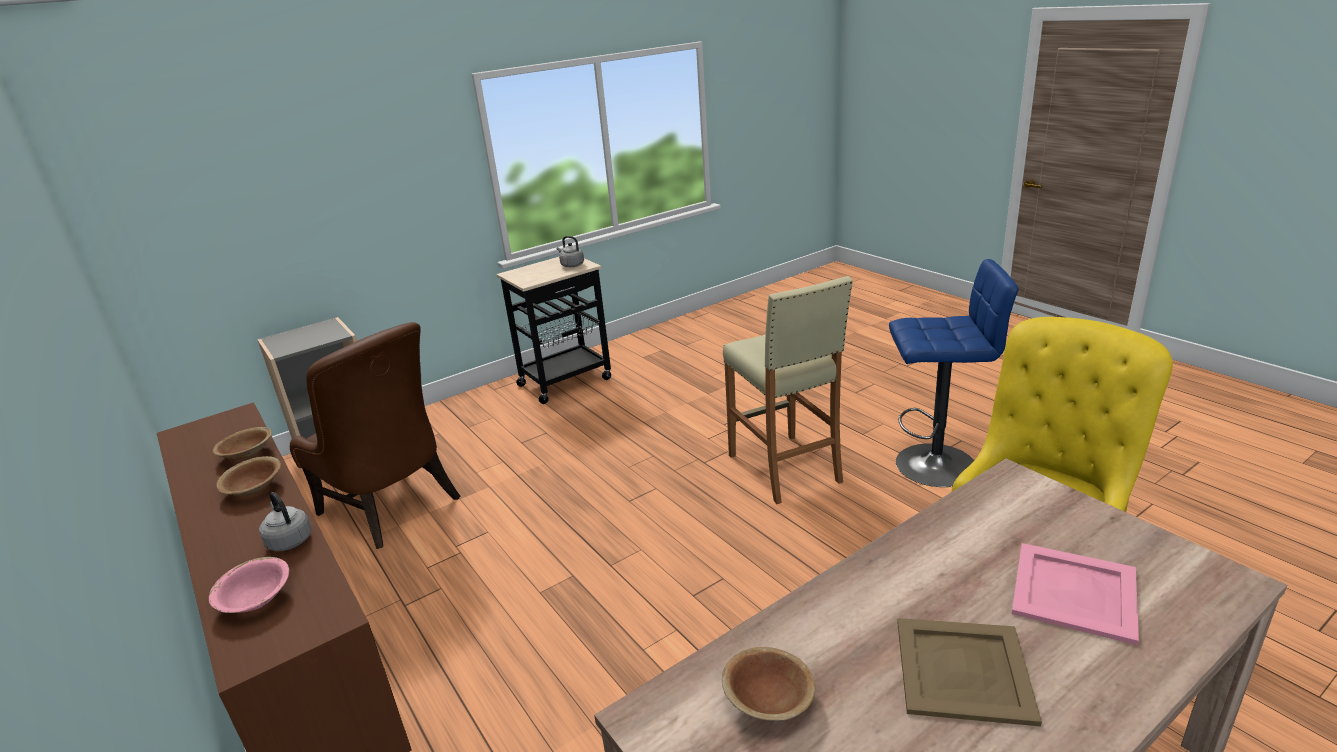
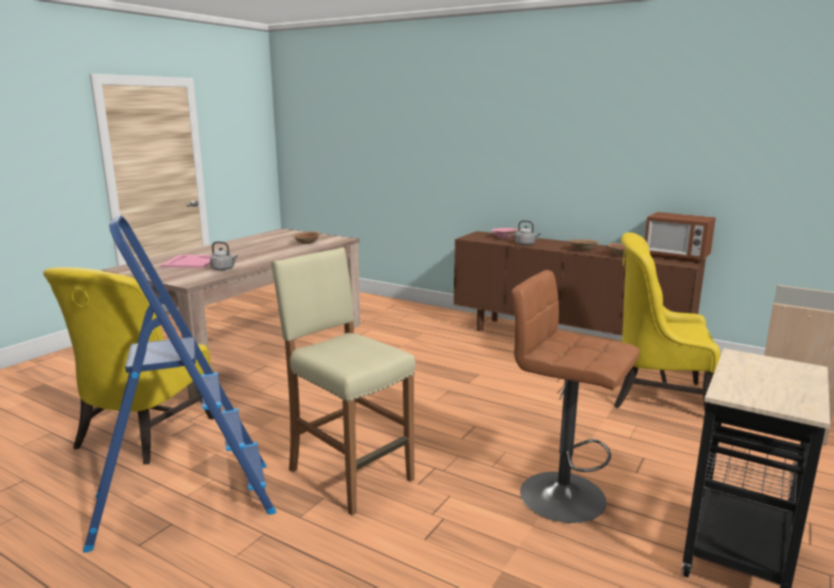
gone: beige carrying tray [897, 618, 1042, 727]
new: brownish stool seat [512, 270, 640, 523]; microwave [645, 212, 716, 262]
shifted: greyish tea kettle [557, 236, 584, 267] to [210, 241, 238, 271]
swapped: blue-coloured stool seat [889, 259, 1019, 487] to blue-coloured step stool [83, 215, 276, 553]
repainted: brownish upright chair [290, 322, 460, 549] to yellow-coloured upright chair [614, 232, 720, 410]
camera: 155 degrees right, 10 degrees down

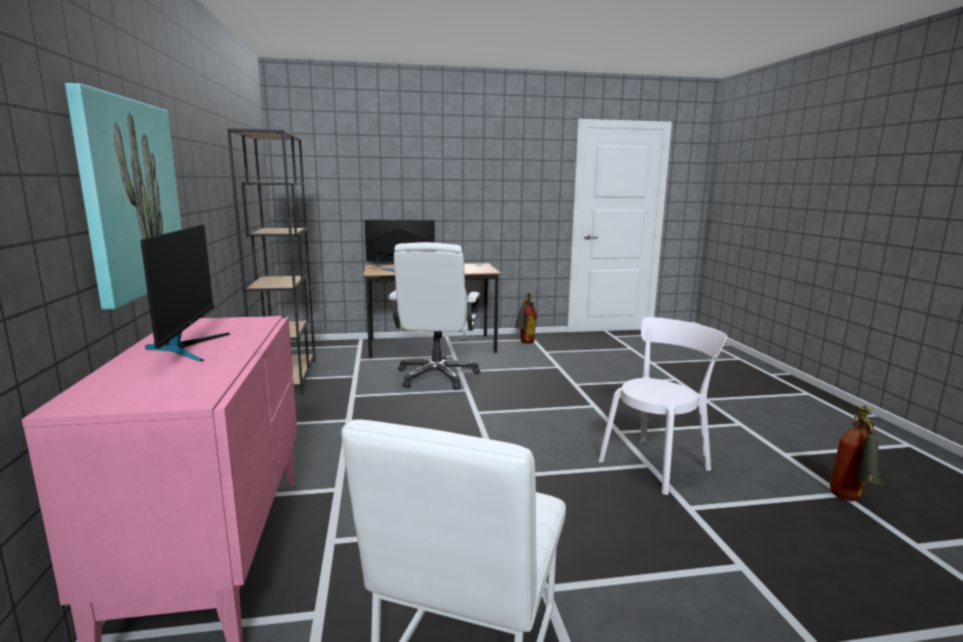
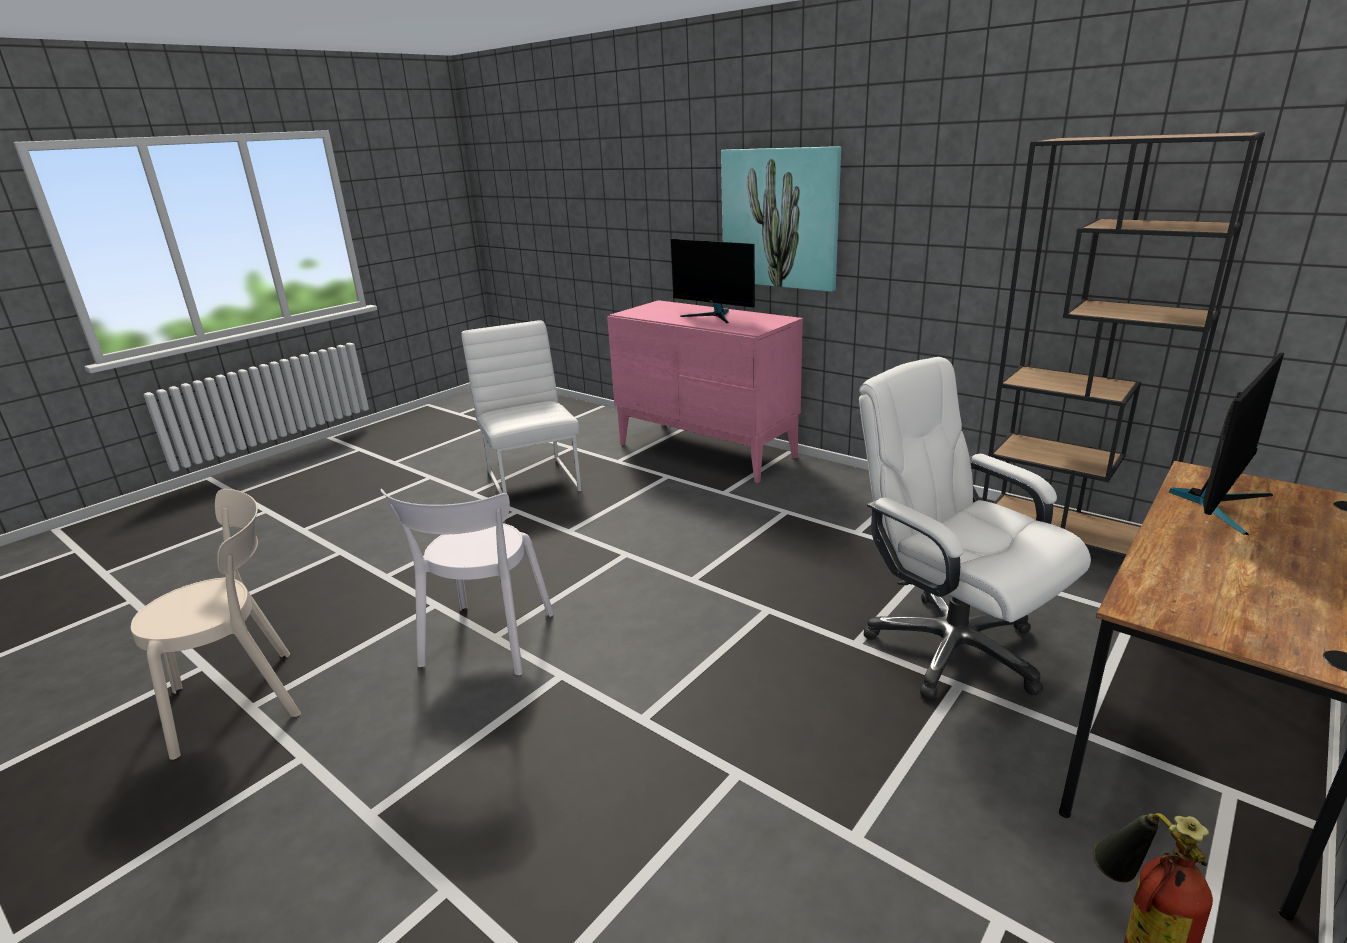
swapped: fire-fighting cylinder [830, 405, 885, 501] to beige upright chair [130, 489, 301, 760]
camera: 140 degrees right, 10 degrees up

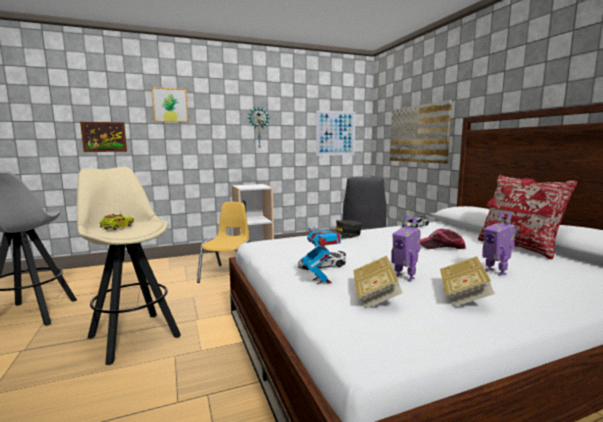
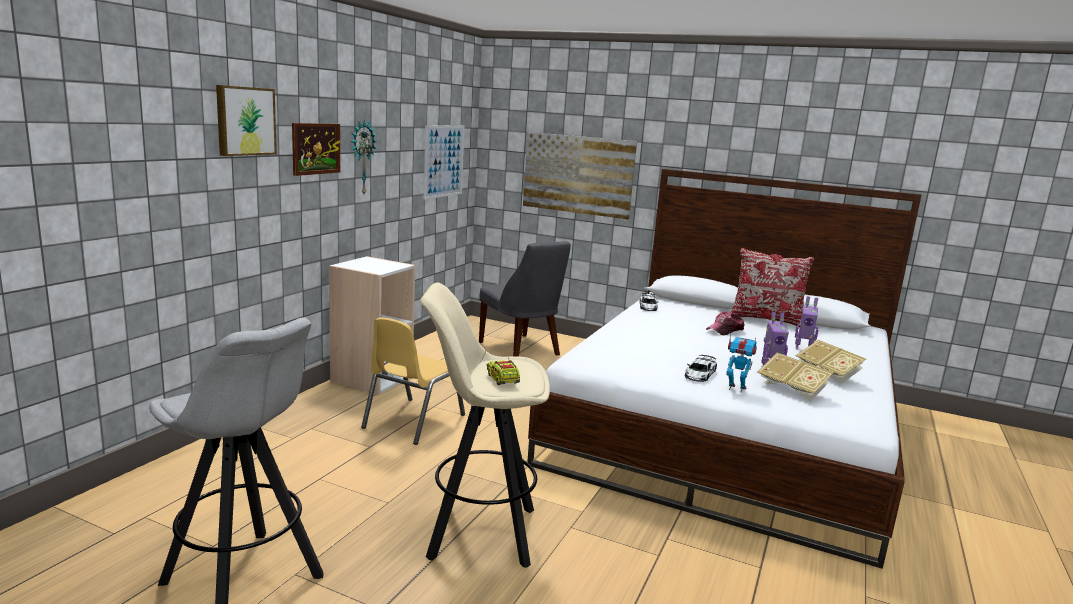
gone: greyish cap [336, 220, 362, 239]
shifted: wall picture [80, 122, 127, 152] to [292, 123, 340, 176]
rotated: yellow-coloured upright chair [197, 202, 251, 283] = [361, 317, 465, 445] 120 degrees counterclockwise
camera: 45 degrees left, 5 degrees up

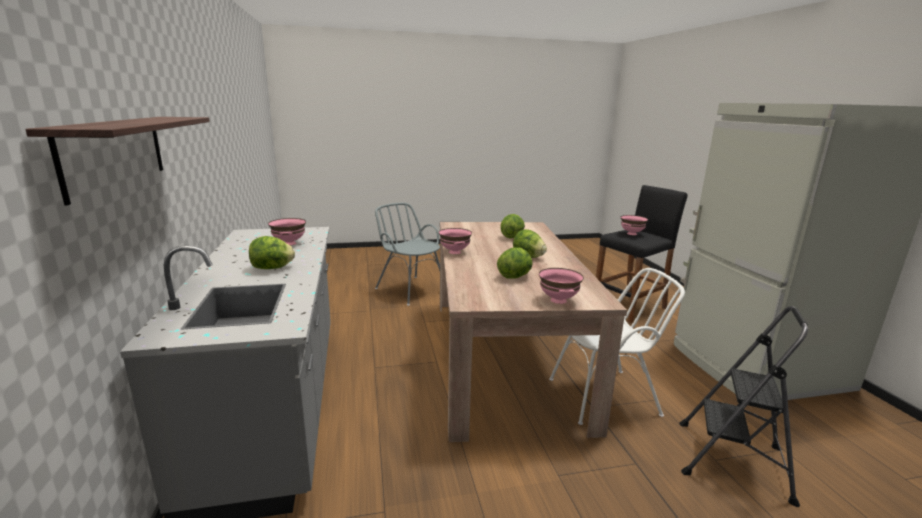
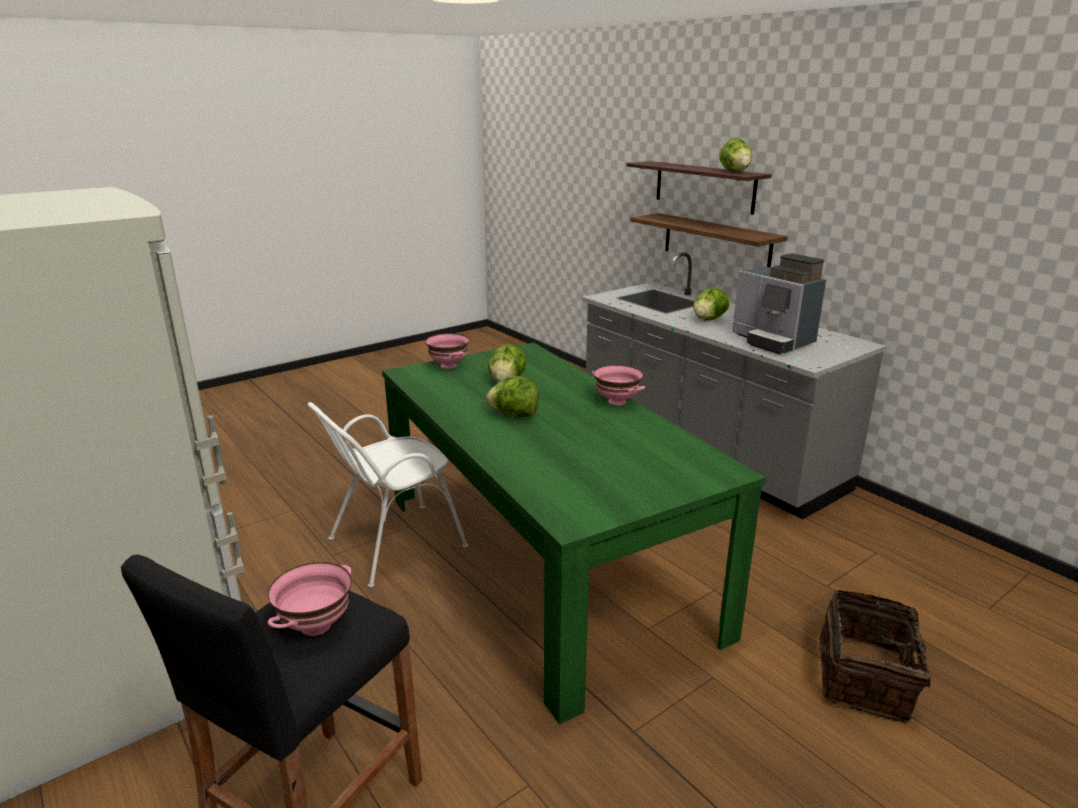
gone: black-coloured step stool [679, 306, 808, 507]
new: wall shelf [630, 213, 788, 267]
shifted: lettuce head [501, 214, 525, 238] to [719, 138, 752, 173]
swapped: pink-coloured bowl [268, 218, 306, 245] to coffee maker [732, 253, 826, 354]; greyish upright chair [375, 203, 440, 306] to household basket [819, 589, 942, 723]
repainted: beige dinner table [440, 222, 627, 442] to green-coloured dinner table [382, 342, 766, 724]
camera: 155 degrees right, 5 degrees up

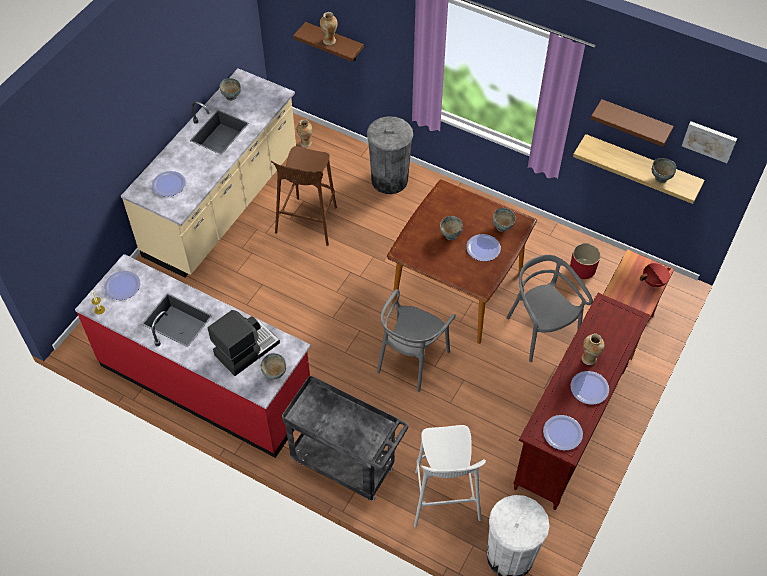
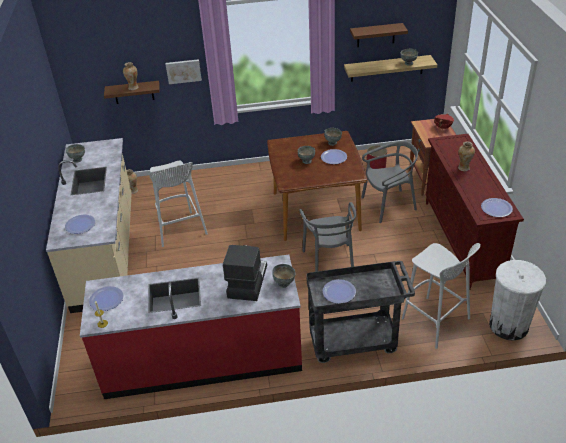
gone: greyish rubbish bin [367, 116, 413, 194]
shifted: dinner plate [571, 371, 609, 405] to [323, 279, 356, 303]; wall picture [682, 121, 737, 163] to [166, 59, 202, 84]
repainted: brownish stool seat [271, 146, 337, 246] to white-coloured stool seat [149, 161, 208, 247]
rotated: greyish upright chair [507, 255, 593, 362] = [361, 141, 418, 223] 135 degrees clockwise
camera: 35 degrees left, 15 degrees down

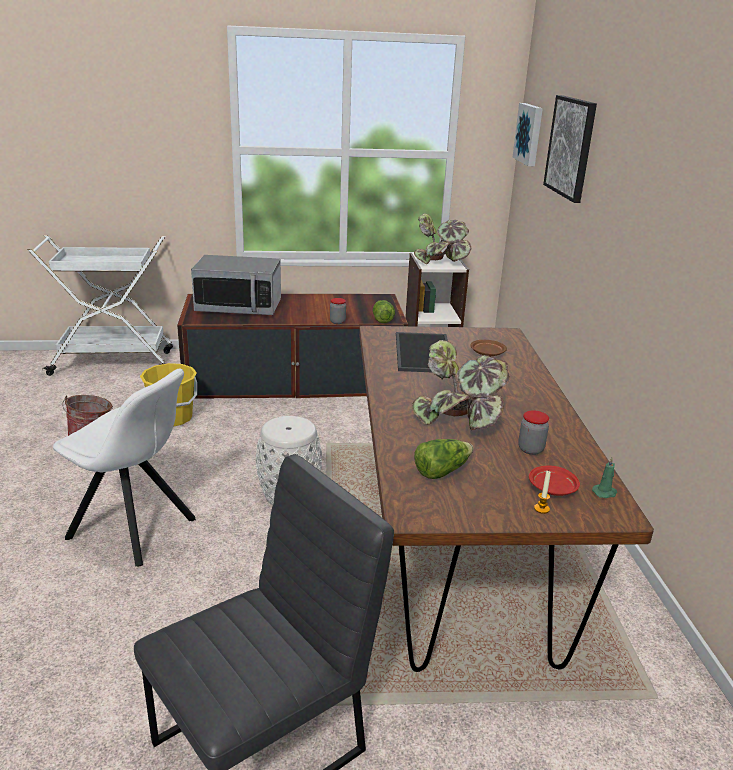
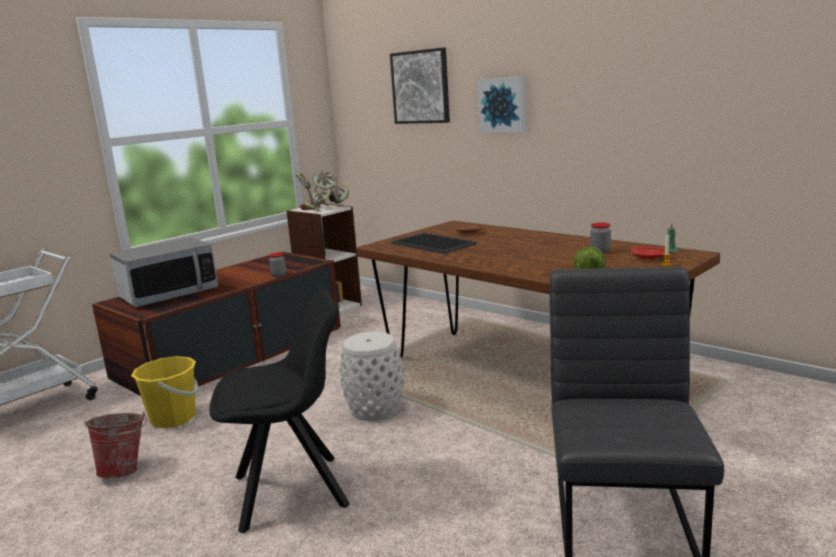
gone: lettuce head [373, 300, 395, 323]; potted plant [412, 340, 510, 430]
shifted: wall picture [512, 103, 543, 166] to [478, 76, 527, 133]
repainted: white-coloured upright chair [53, 369, 196, 566] to black-coloured upright chair [210, 289, 350, 533]
camera: 40 degrees left, 10 degrees down

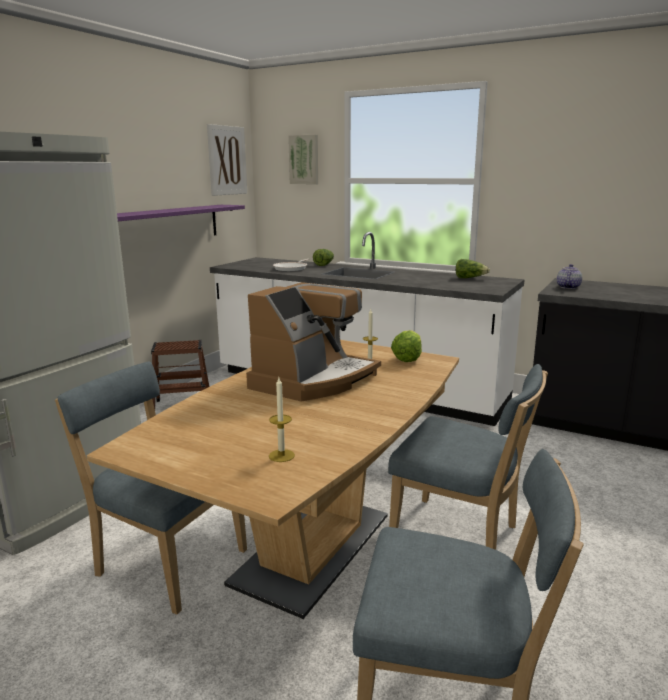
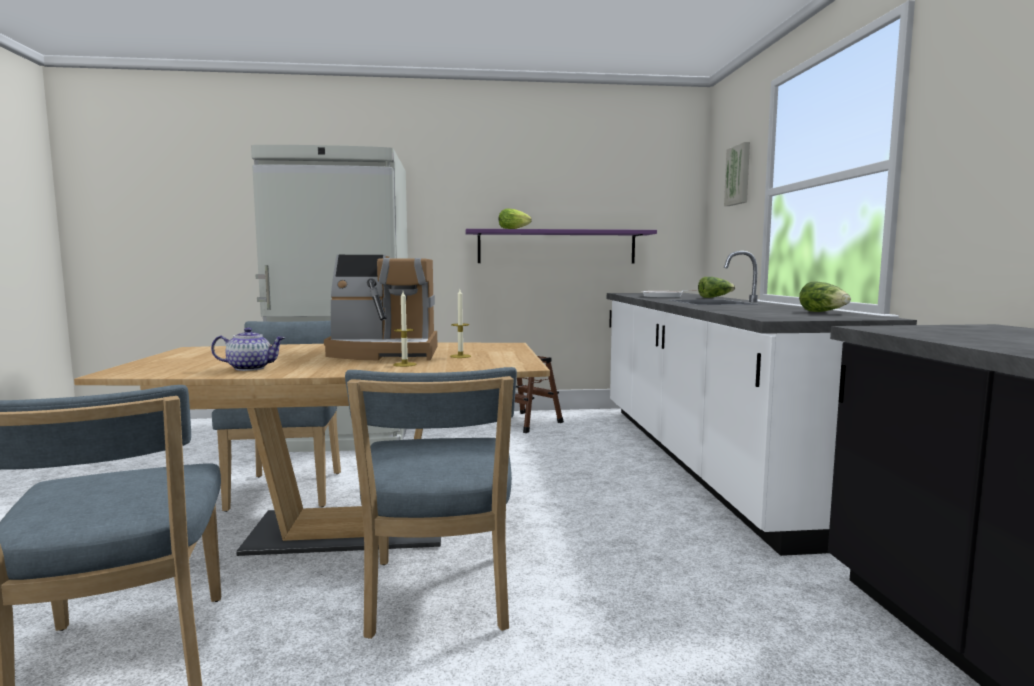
gone: wall picture [207, 124, 247, 196]
shifted: candle [269, 378, 295, 462] to [393, 292, 416, 367]; lettuce head [391, 330, 422, 362] to [499, 209, 532, 229]; pot for tea [557, 264, 582, 289] to [211, 327, 285, 371]
camera: 55 degrees right, 10 degrees down

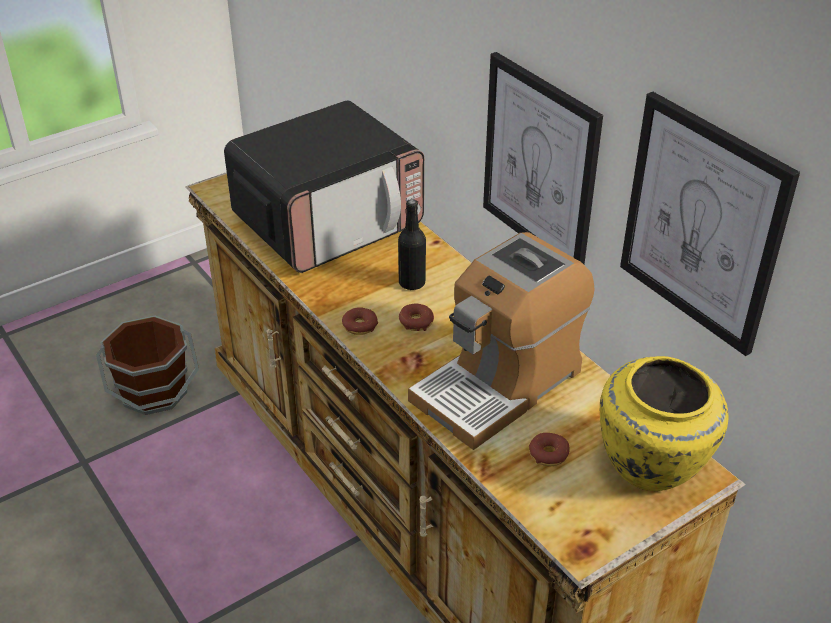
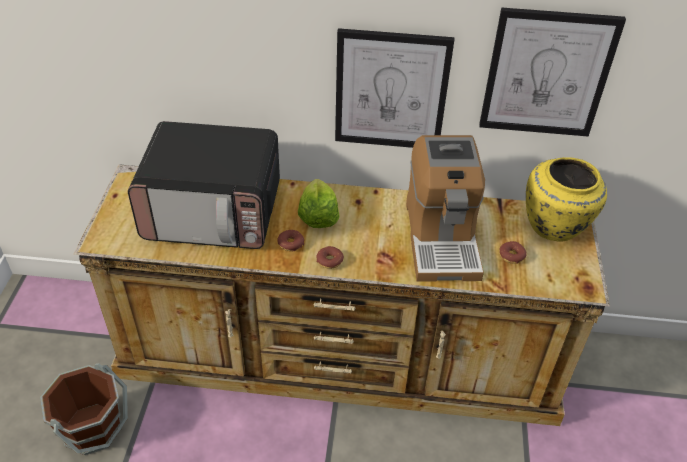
shifted: doughnut [399, 303, 434, 331] to [277, 230, 304, 251]
swapped: black-coloured bottle [398, 199, 426, 290] to lettuce head [298, 179, 339, 228]
rotated: microwave [224, 100, 424, 273] = [128, 121, 280, 249] 90 degrees clockwise
camera: 50 degrees left, 5 degrees up

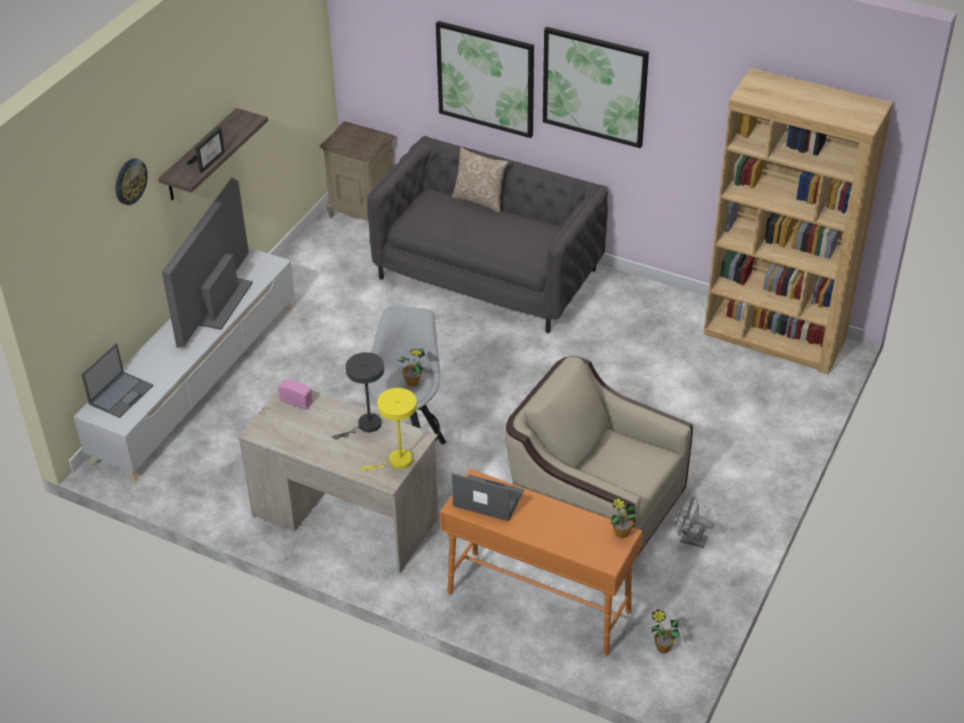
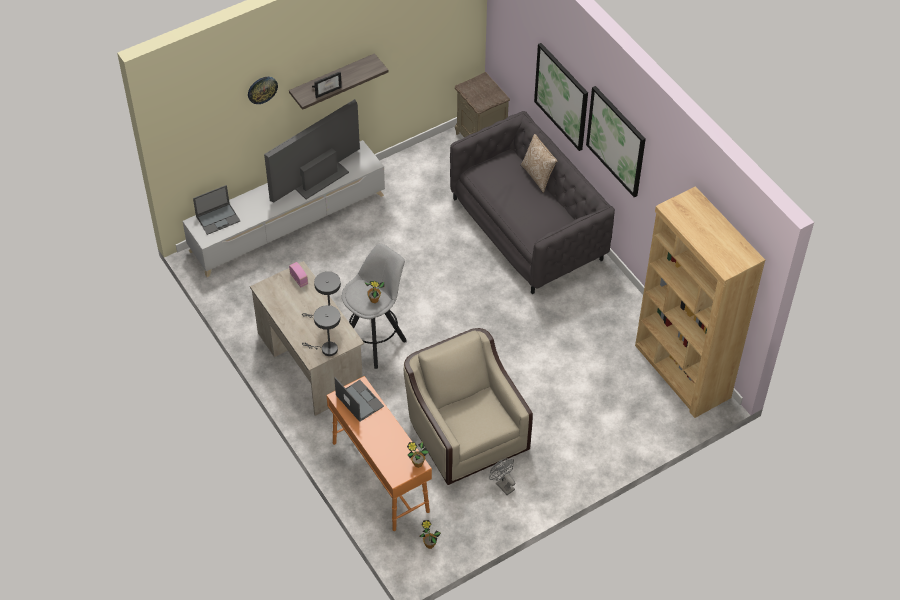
repainted: yellow-coloured tabletop lamp [360, 388, 417, 471] to greyish tabletop lamp [302, 305, 341, 356]
camera: 30 degrees right, 10 degrees up

